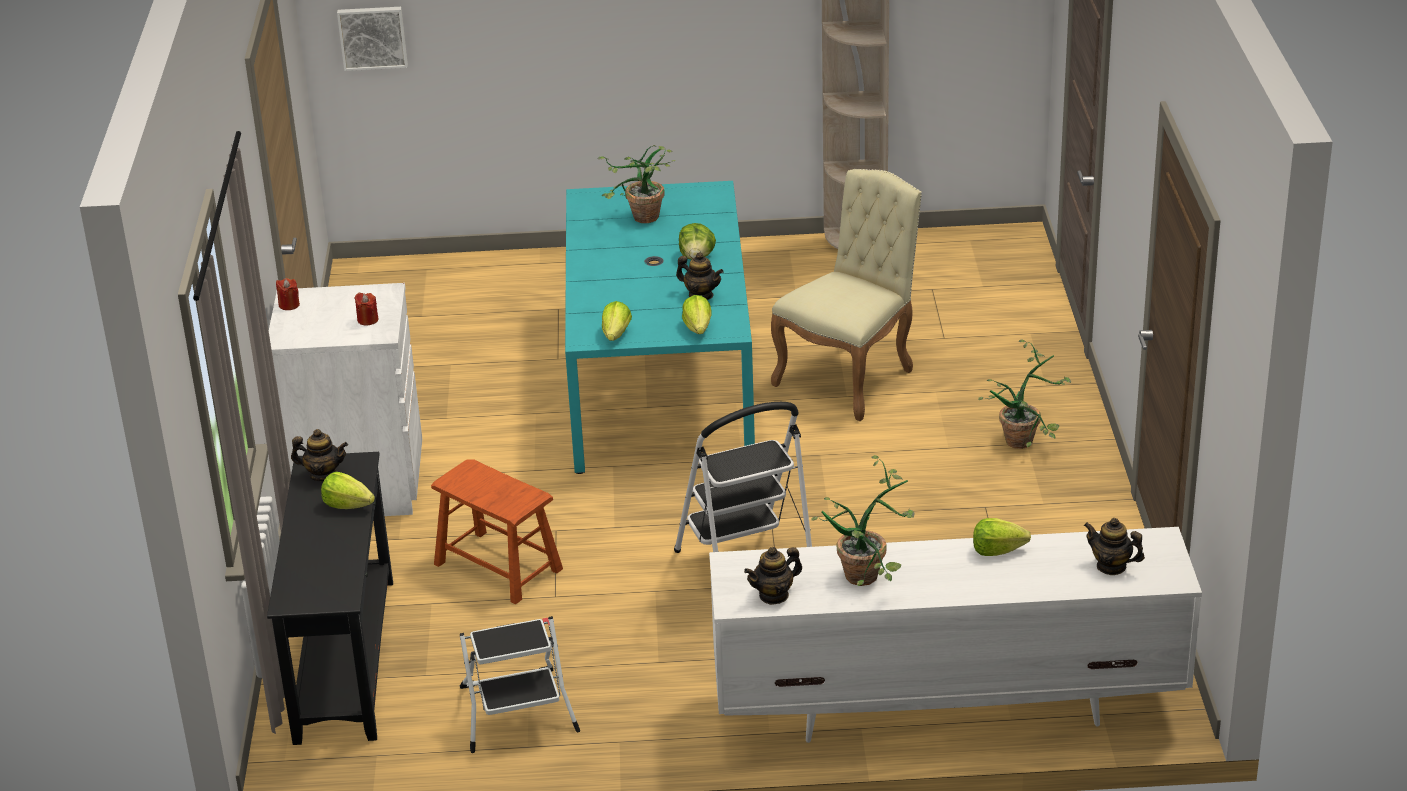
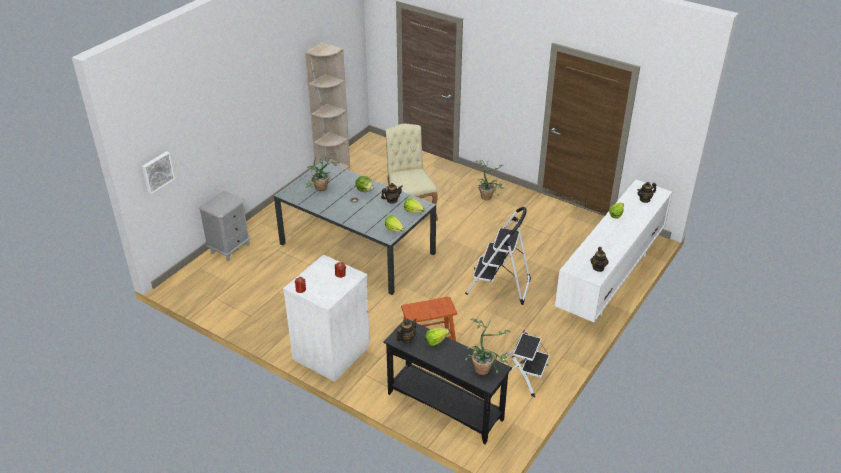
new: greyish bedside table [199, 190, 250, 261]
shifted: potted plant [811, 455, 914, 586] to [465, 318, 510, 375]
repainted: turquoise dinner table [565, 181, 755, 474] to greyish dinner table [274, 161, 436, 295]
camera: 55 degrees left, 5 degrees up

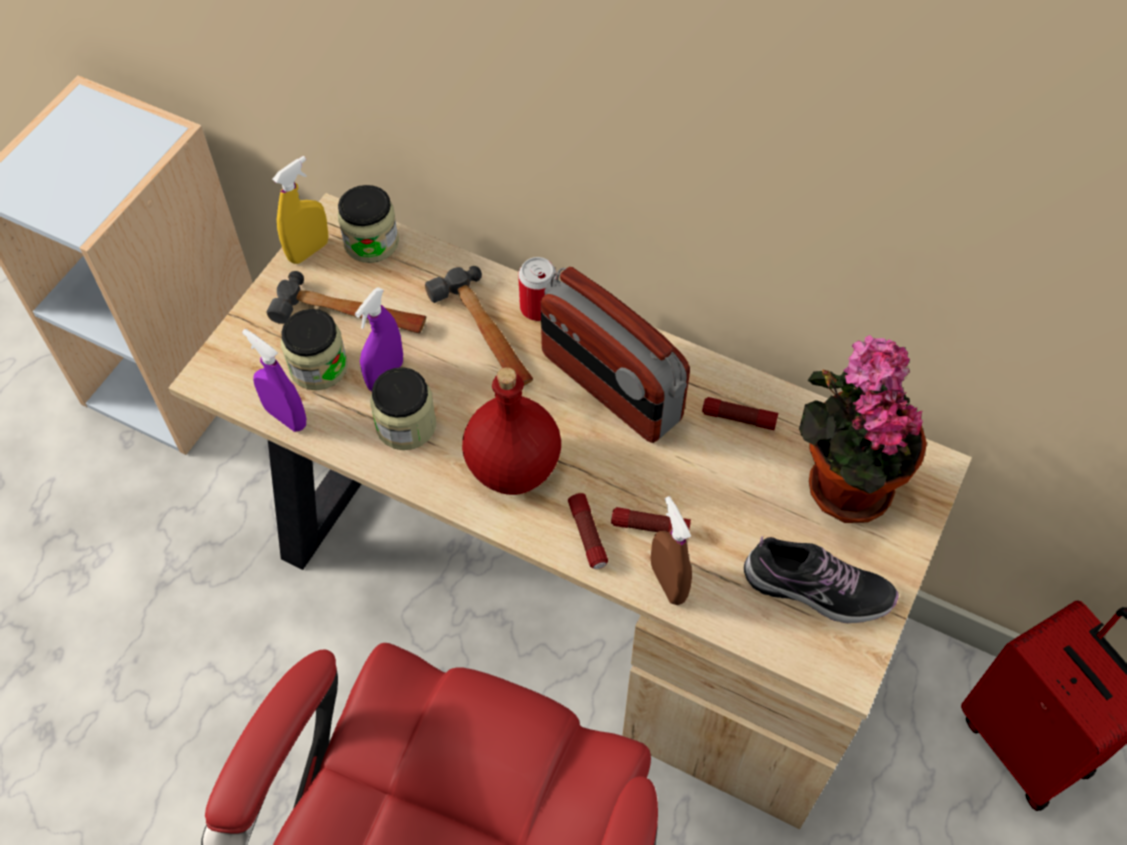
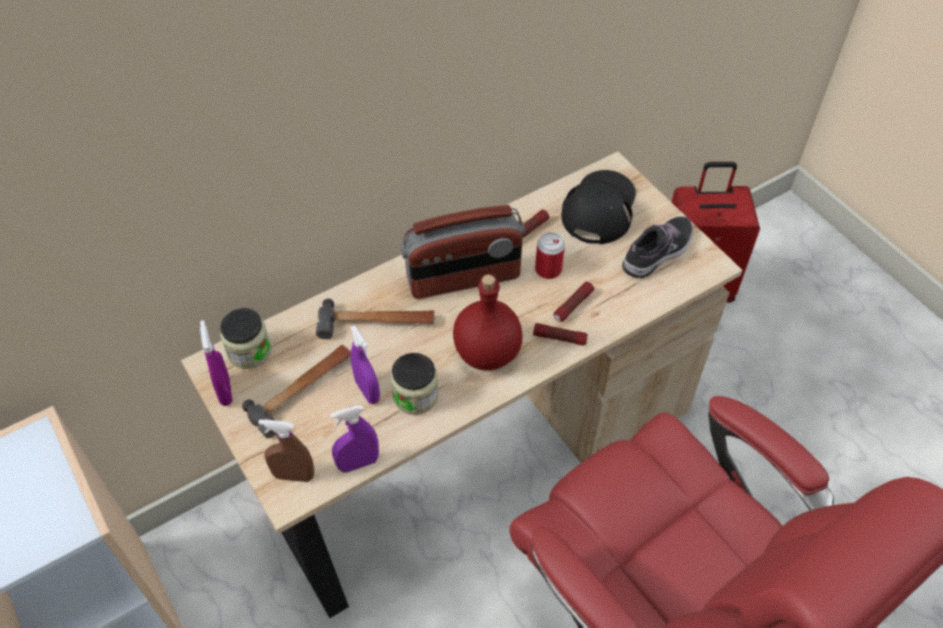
gone: preserve jar [281, 309, 348, 390]
shifted: can [518, 257, 557, 321] to [535, 232, 565, 279]; brownish spray bottle [651, 496, 692, 605] to [258, 419, 314, 482]
swapped: potted plant [799, 335, 927, 523] to black-coloured cap [561, 170, 636, 244]
repainted: yellow-coloured spray bottle [272, 156, 328, 264] to purple spray bottle [200, 320, 233, 406]
camera: 60 degrees left, 5 degrees down

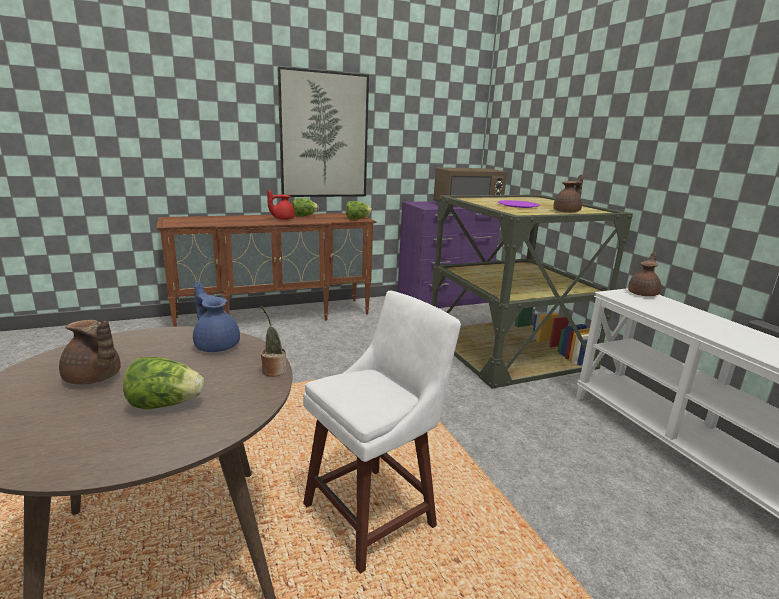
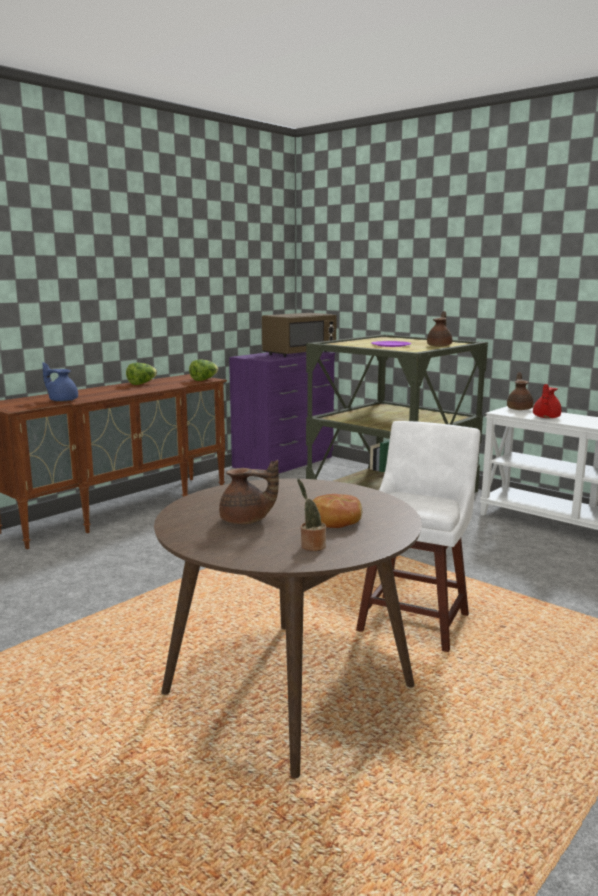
gone: wall picture [278, 67, 369, 197]
shifted: blue-coloured pot for tea [193, 282, 240, 352] to [42, 362, 78, 402]; potted plant [261, 306, 286, 377] to [297, 479, 326, 551]; red-coloured pot for tea [267, 190, 295, 220] to [533, 384, 562, 418]
swapped: lettuce head [123, 357, 204, 409] to baked bread [313, 494, 362, 528]
camera: 25 degrees left, 5 degrees down

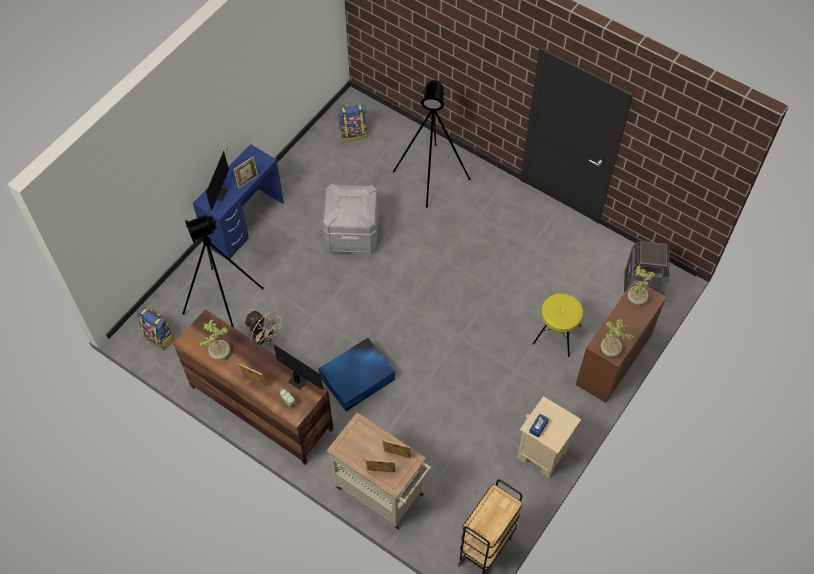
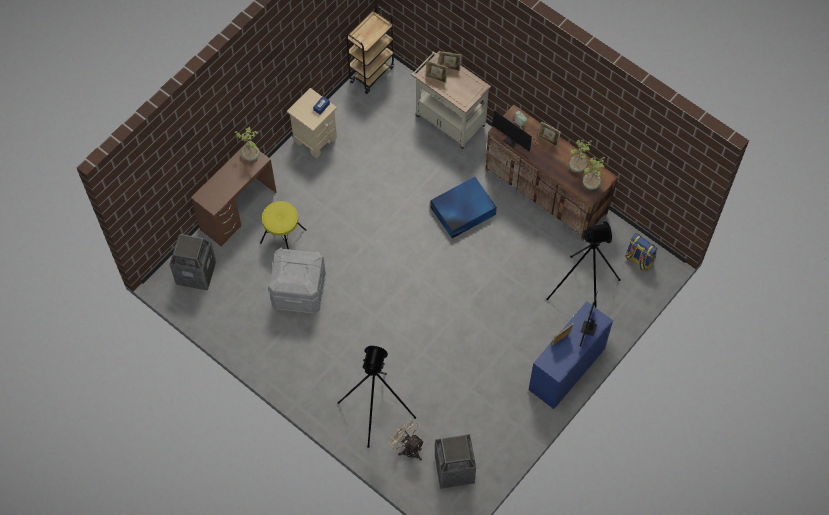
shifted: beige electric fan [244, 311, 282, 347] to [388, 418, 425, 461]; greyish storage container [323, 184, 379, 254] to [268, 248, 326, 314]; potted plant [628, 266, 656, 305] to [583, 157, 605, 190]
swapped: knapsack [338, 103, 367, 141] to rubbish bin [435, 434, 476, 489]
camera: 175 degrees left, 5 degrees up

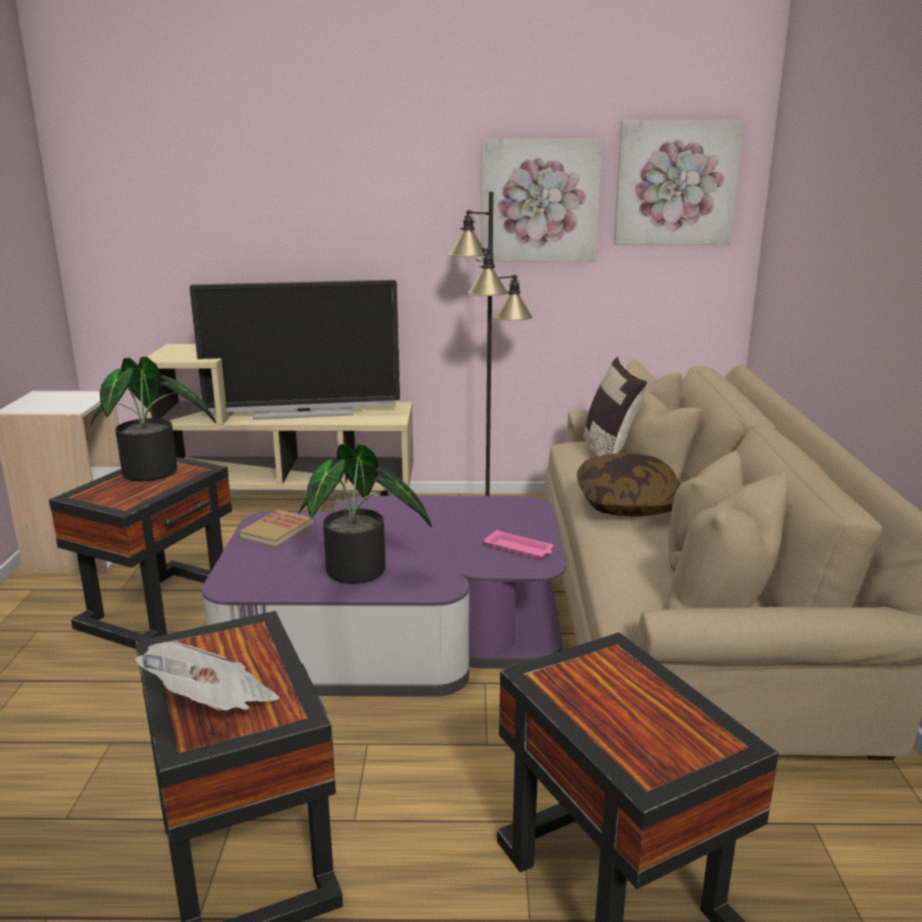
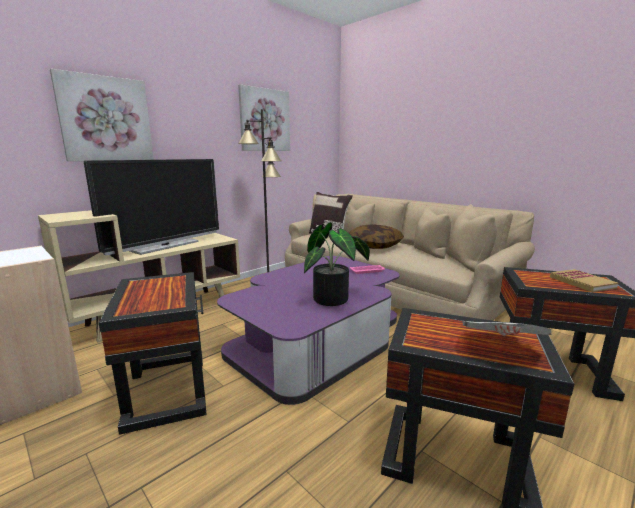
gone: potted plant [91, 357, 216, 482]
shifted: volume [239, 510, 313, 548] to [550, 269, 618, 292]; wall picture [614, 120, 744, 245] to [50, 69, 154, 161]
camera: 45 degrees left, 5 degrees down

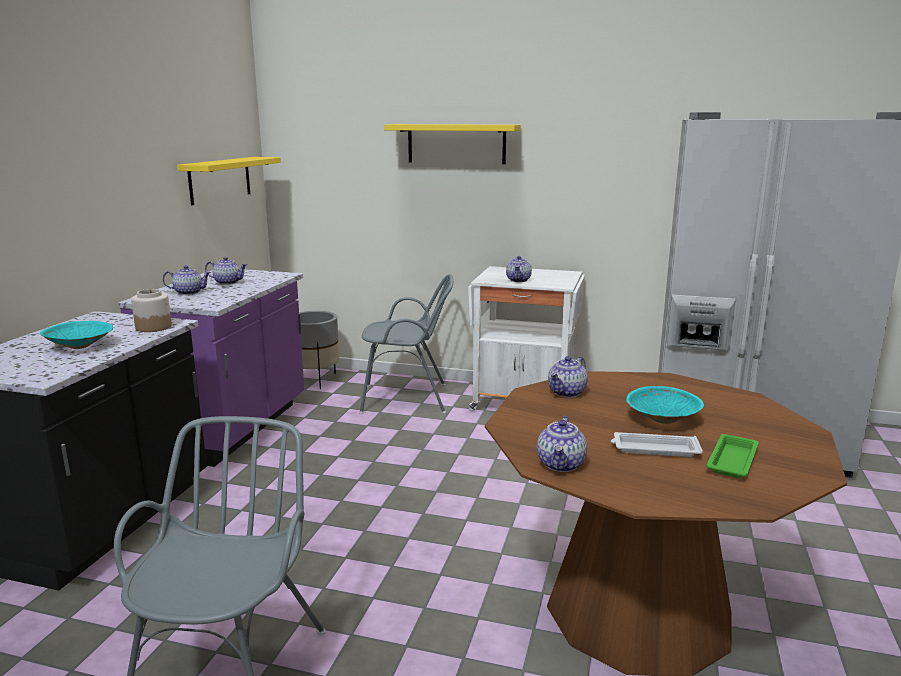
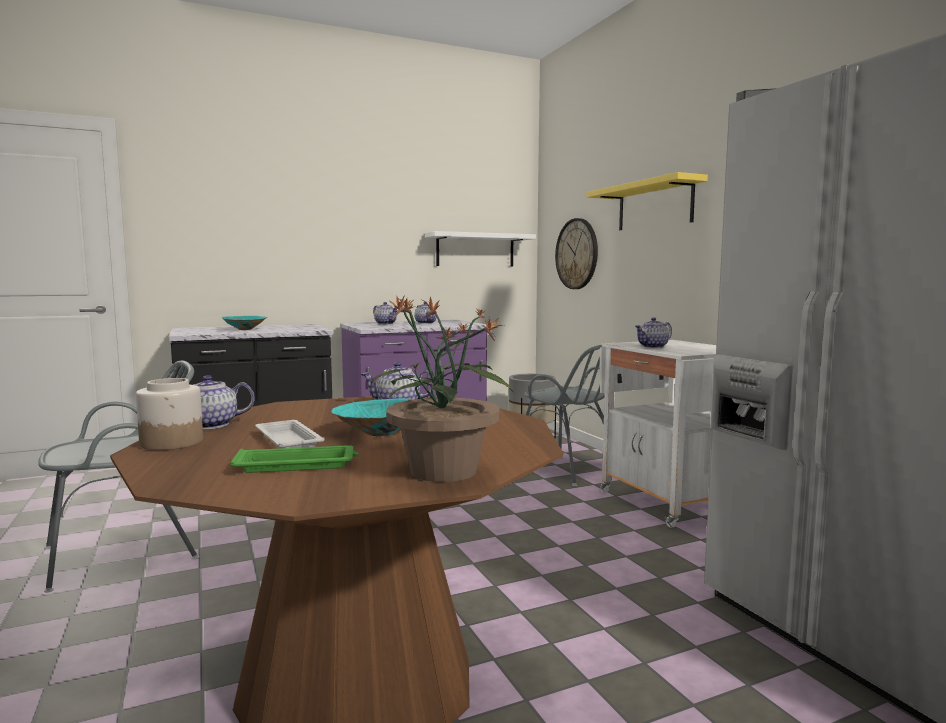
new: potted plant [370, 295, 513, 482]; clock on the wall [555, 218, 598, 289]
shifted: preserve jar [131, 289, 172, 332] to [136, 378, 203, 450]
repainted: yellow-coloured wall shelf [177, 157, 281, 205] to white-coloured wall shelf [425, 231, 536, 267]
camera: 50 degrees right, 10 degrees down

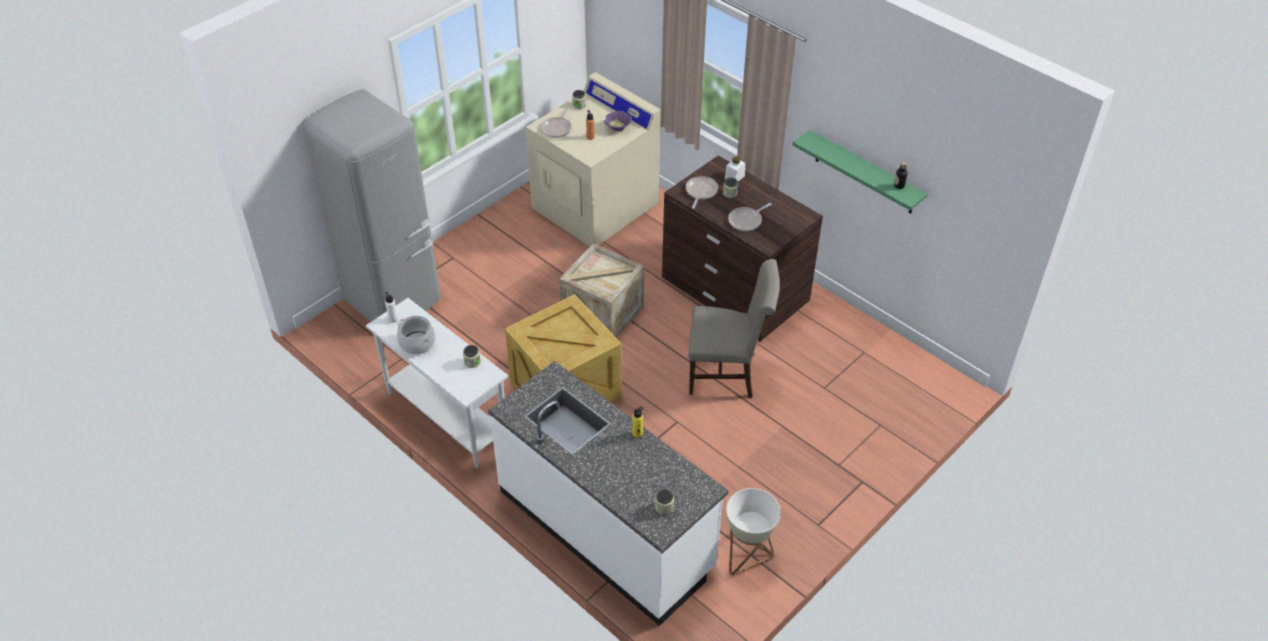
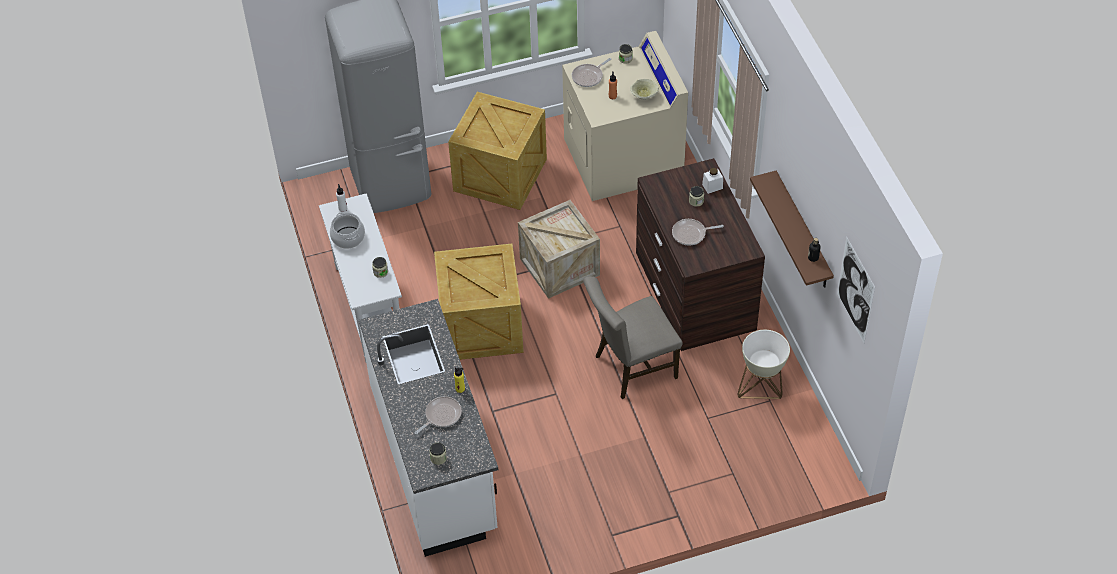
new: shipping crate [448, 92, 547, 210]; wall picture [837, 237, 875, 343]
shifted: pan [685, 176, 718, 209] to [414, 396, 462, 435]; plant pot [726, 488, 781, 575] to [738, 330, 790, 399]
repainted: purple bowl [604, 111, 632, 131] to beige bowl [630, 79, 659, 100]; green-coloured wall shelf [793, 130, 928, 214] to brownish wall shelf [750, 171, 834, 288]
rotated: beige upright chair [688, 259, 780, 398] = [583, 276, 683, 399] 120 degrees clockwise
camera: 30 degrees right, 5 degrees up

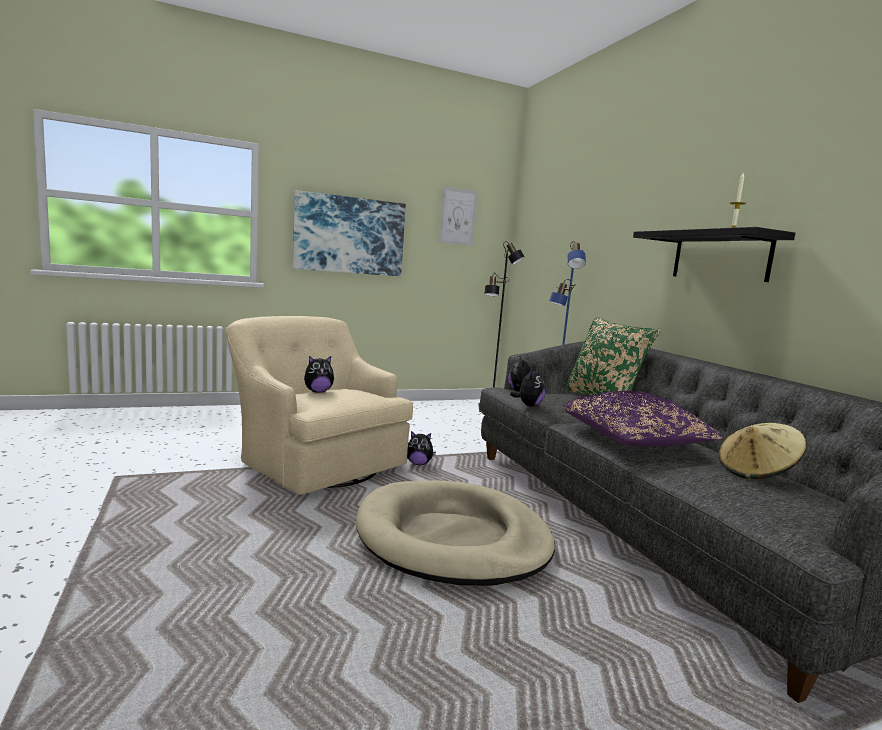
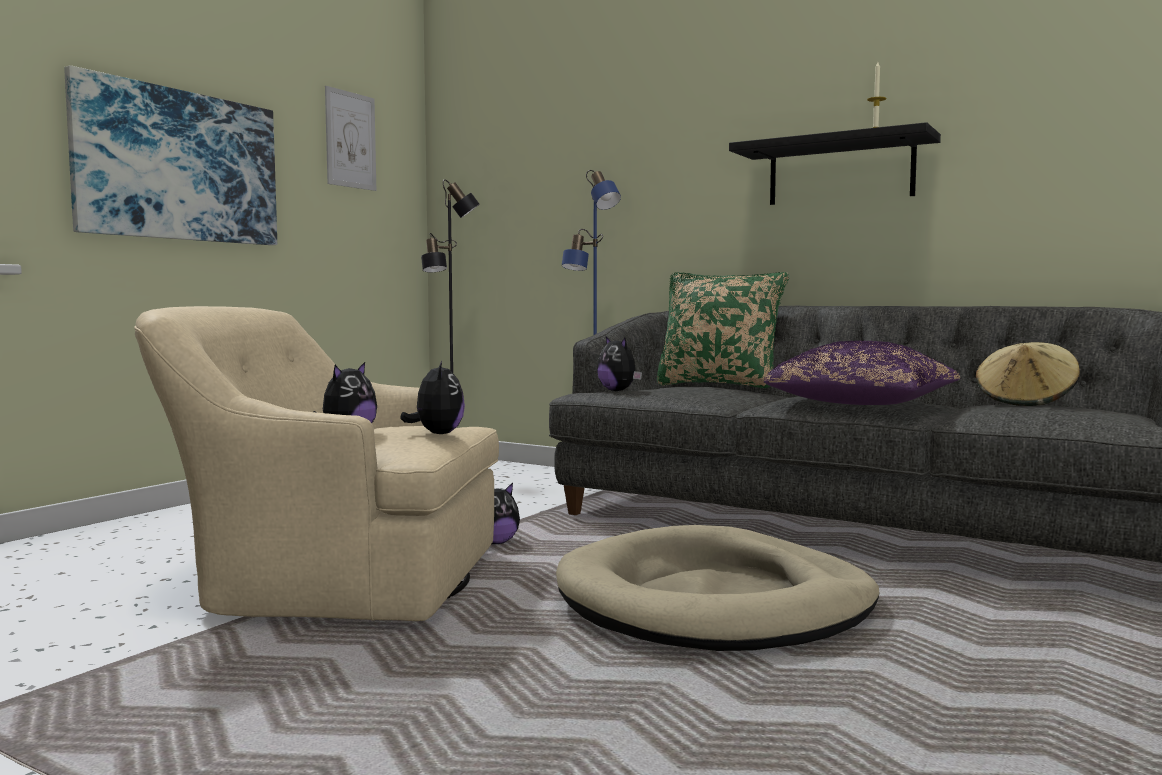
shifted: soft toy [510, 368, 546, 407] to [400, 361, 465, 434]
camera: 35 degrees left, 5 degrees down

